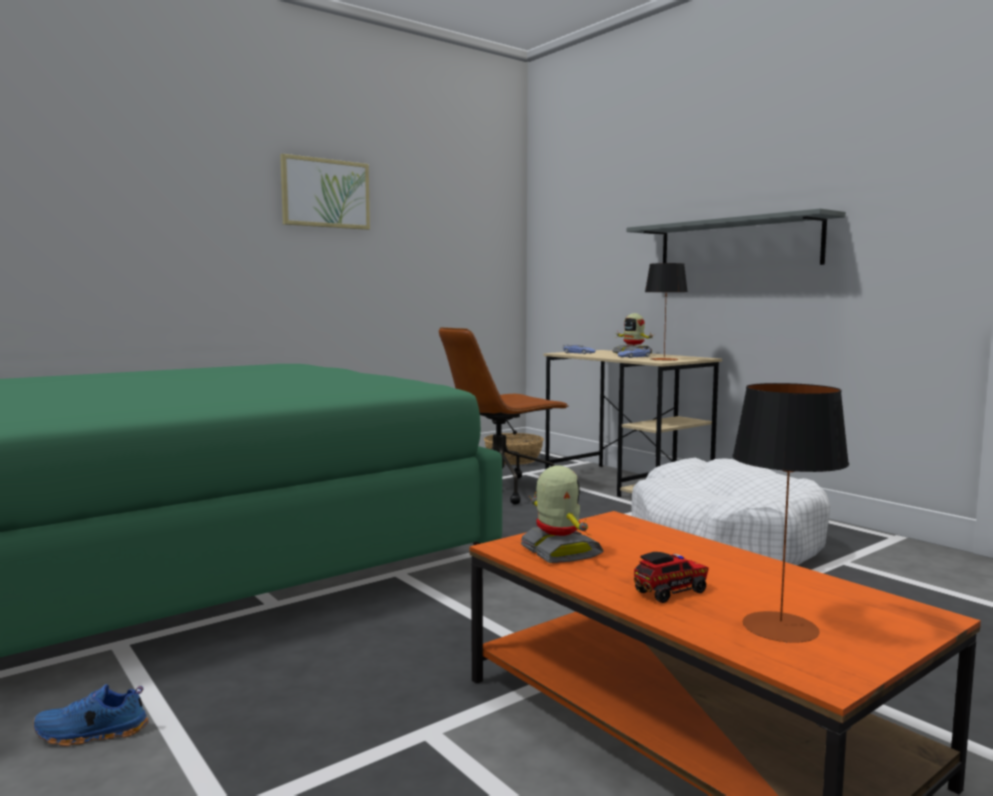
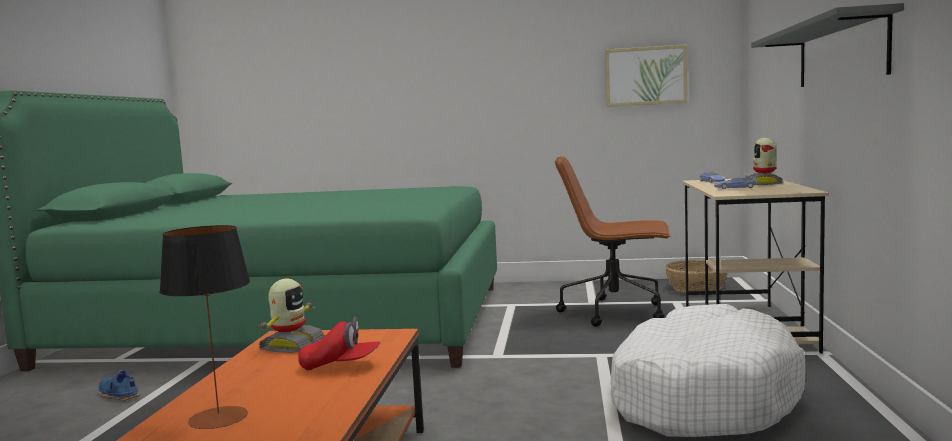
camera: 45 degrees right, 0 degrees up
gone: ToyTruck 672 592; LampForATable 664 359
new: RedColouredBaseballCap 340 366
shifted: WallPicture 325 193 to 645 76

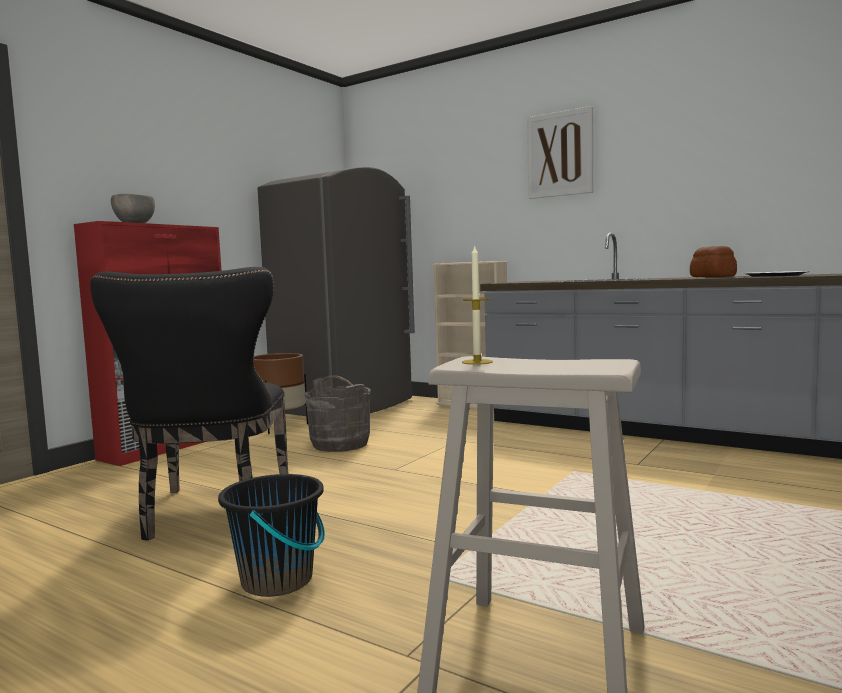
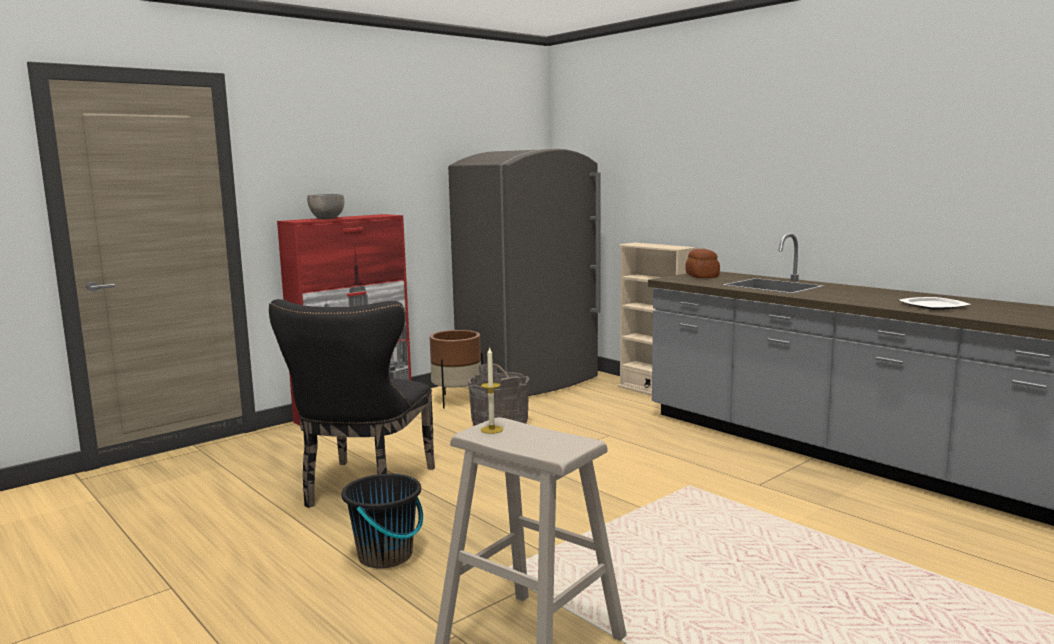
camera: 15 degrees right, 5 degrees up
gone: WallPicture 560 154
shifted: BakedBread 713 277 to 702 276

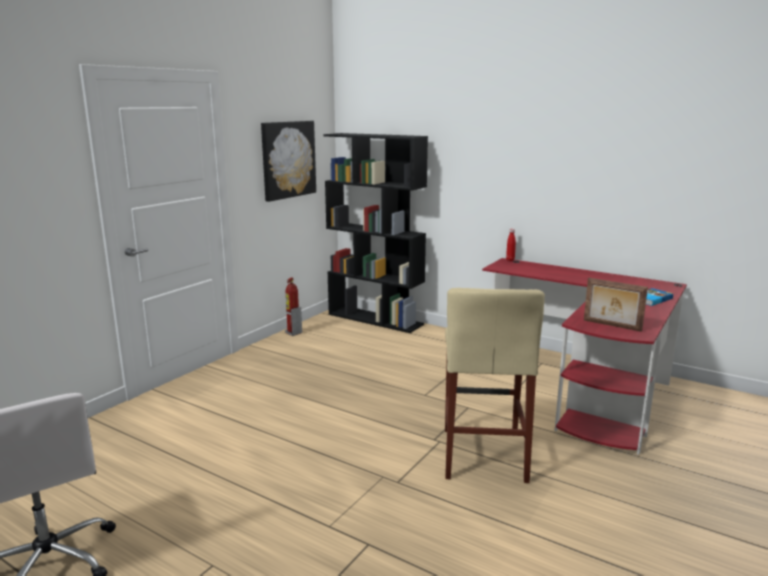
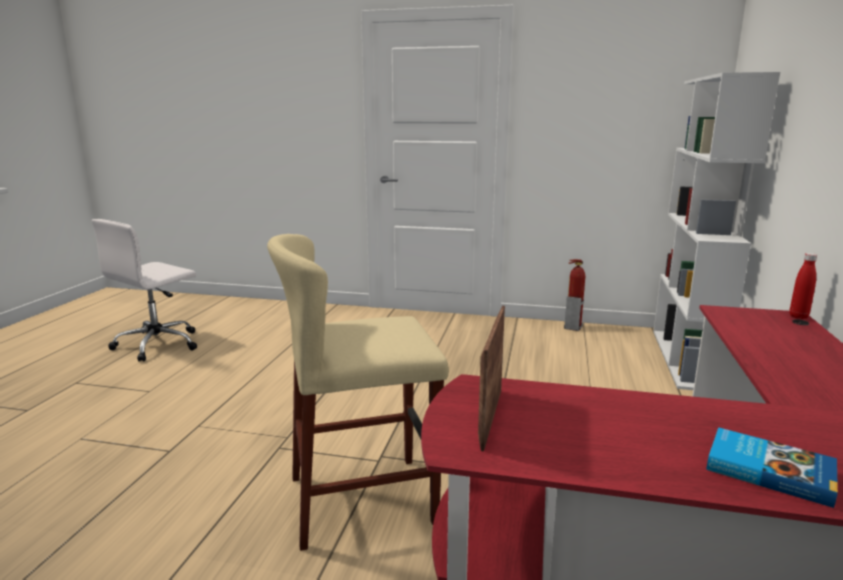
camera: 70 degrees right, 0 degrees up
gone: WallPicture 288 159
repainted: BlackBookcase 376 319 to WhiteColouredBookcase 686 359

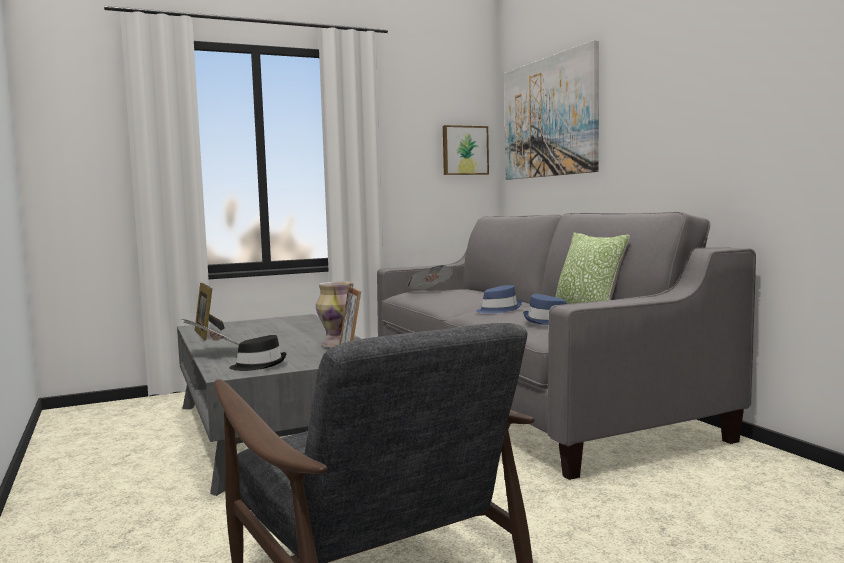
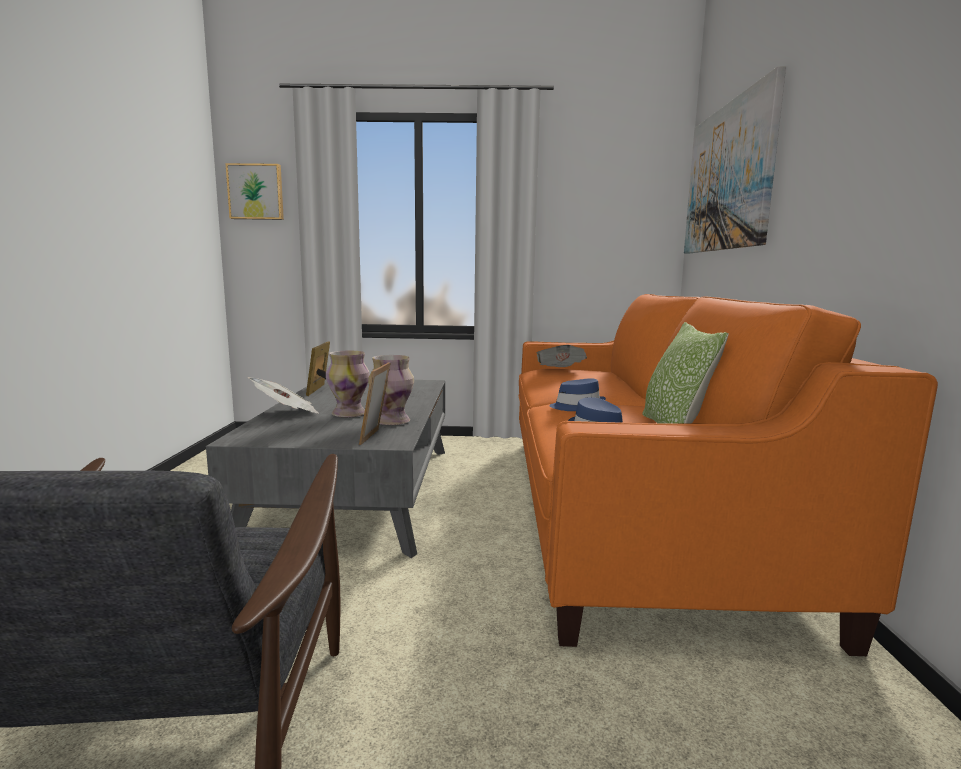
camera: 25 degrees right, 5 degrees up
gone: BlackHat 259 365
new: FlowerVase 349 414
shifted: WallPicture 464 150 to 256 192
repainted: GrayCouch 527 400 to OrangeCouch 629 509

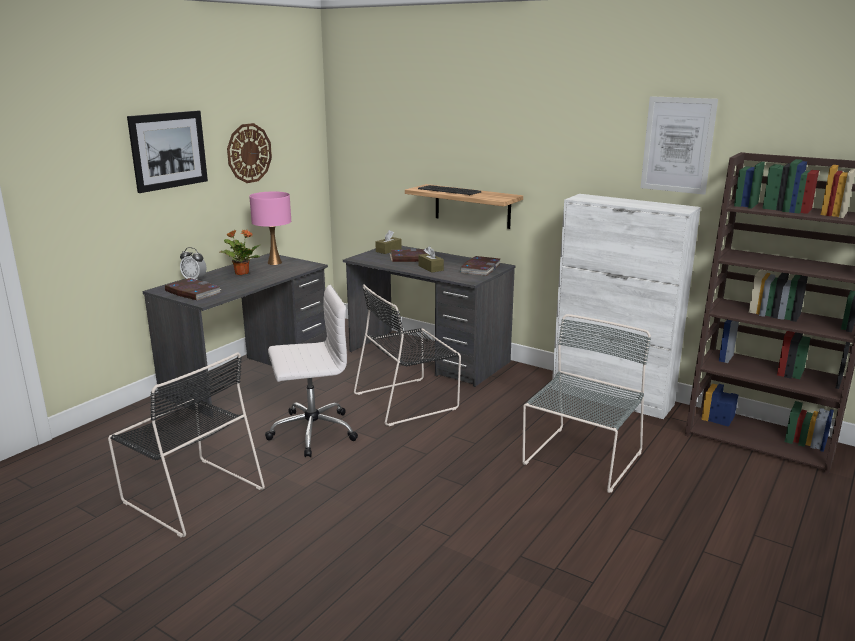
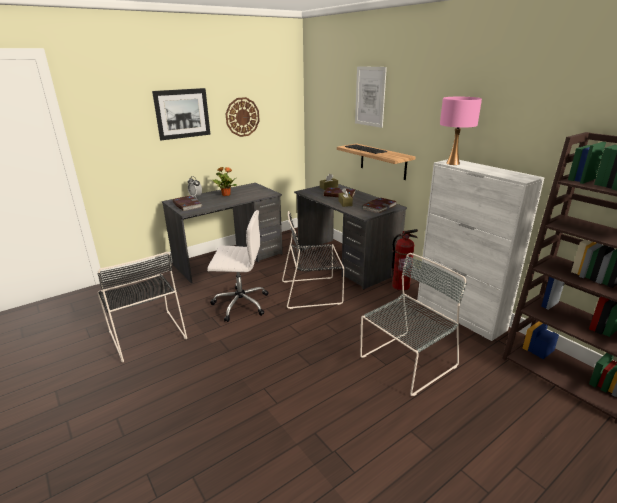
camera: 20 degrees right, 5 degrees up
new: FireFightingCylinder 400 286
shifted: PinkLampForATable 274 263 to 452 163; WallPicture 677 145 to 370 96

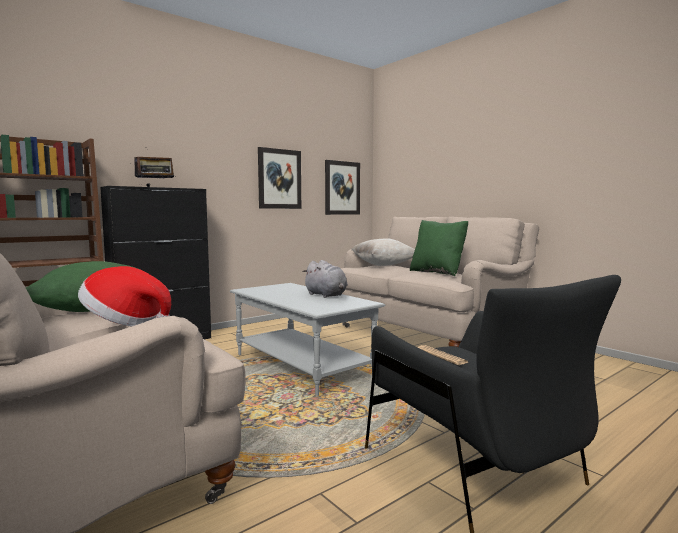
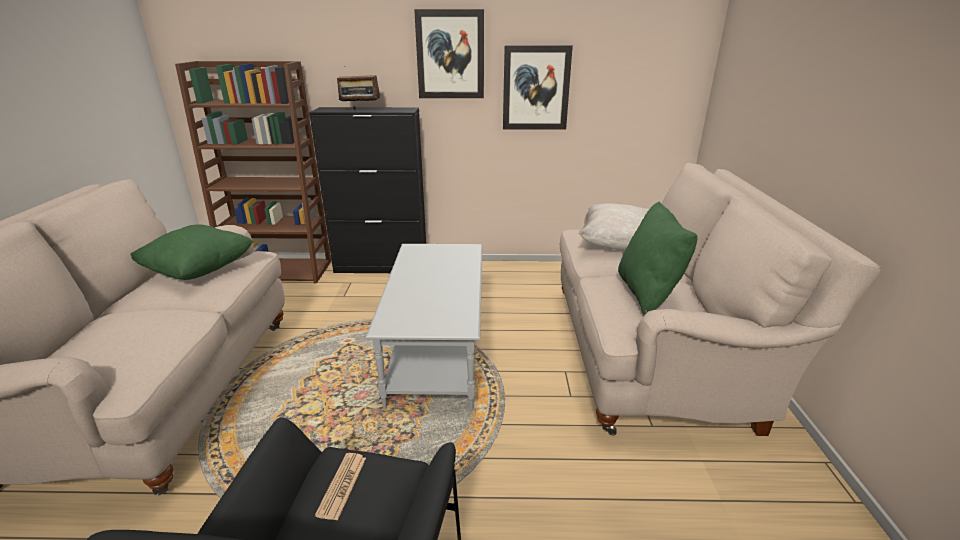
camera: 40 degrees right, 20 degrees up
gone: Hat 125 323; GrayCuddlyToy 326 295
shifted: WallPicture 342 188 to 450 55

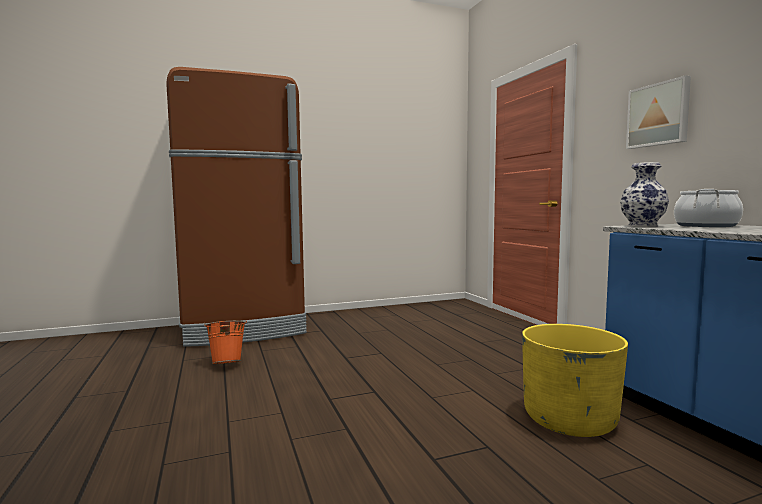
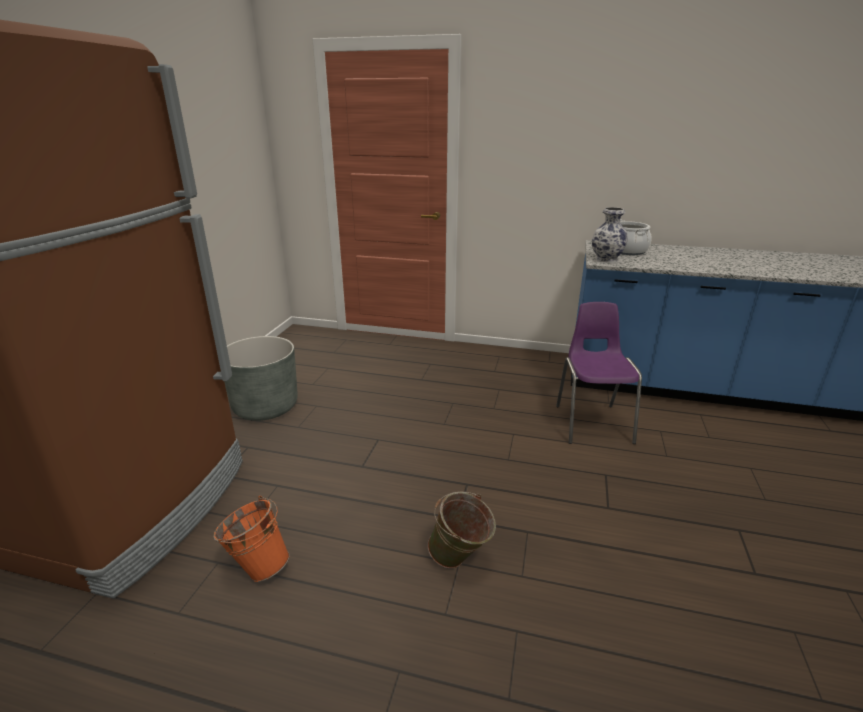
camera: 55 degrees left, 20 degrees up
gone: WallPicture 658 115
new: GrayFlowerPot 265 407; GreenishBucket 460 560
swapped: YellowishFlowerPot 569 419 to PurpleUprightChair 592 423

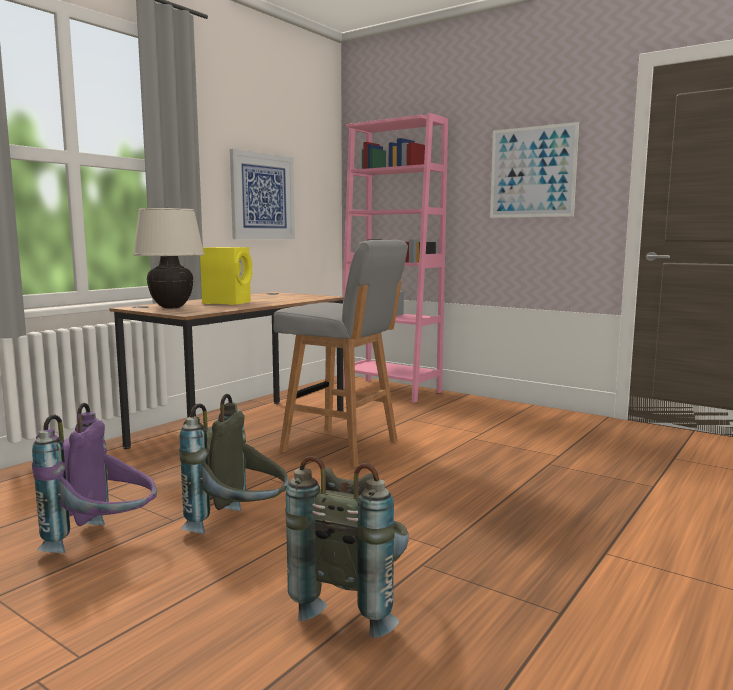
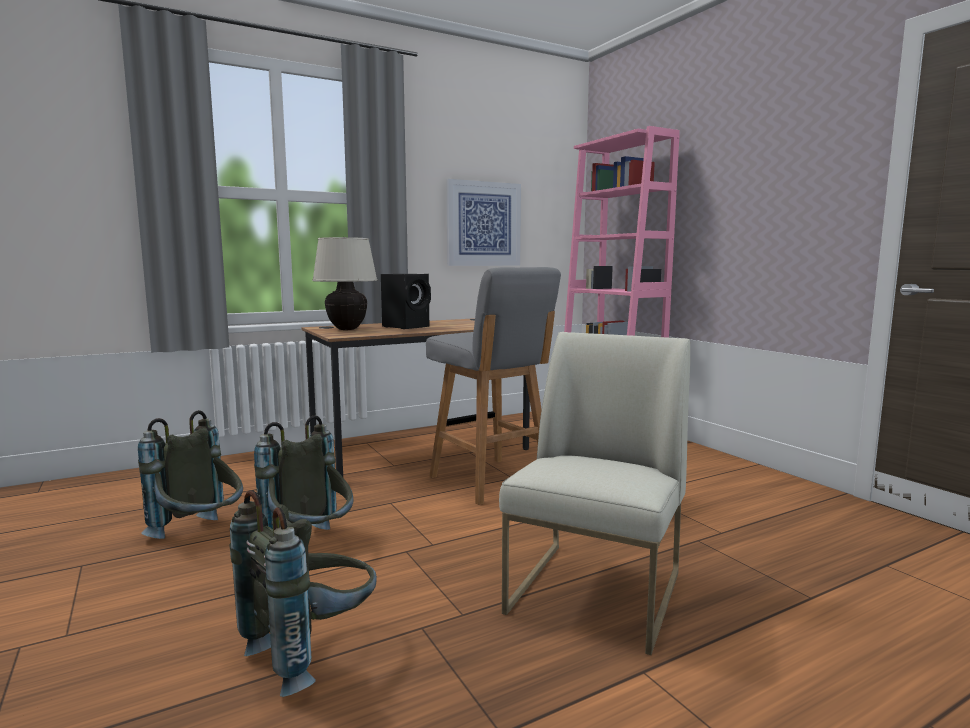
camera: 25 degrees right, 0 degrees up
gone: WallPicture 532 172
new: WhiteColouredUprightChair 596 593
repainted: PurpleBackpack 105 542 to GrayBackpack 201 536; YellowishSpeaker 228 302 to BlackSpeaker 407 326

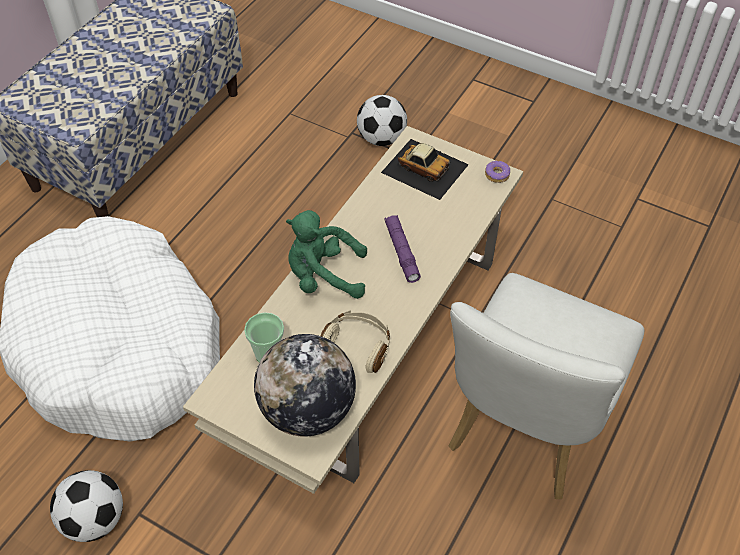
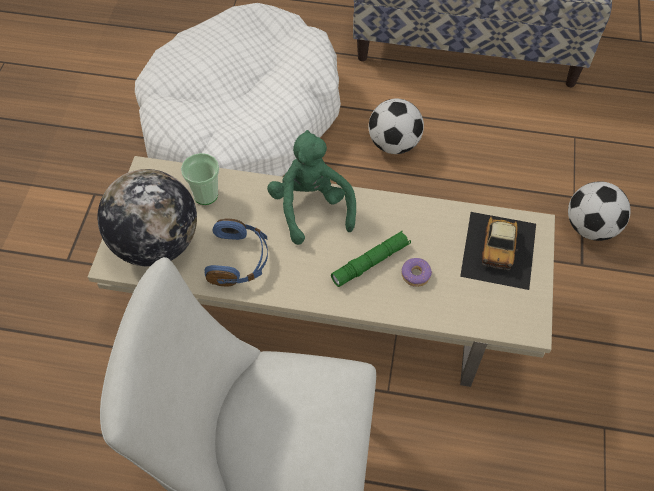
camera: 70 degrees right, 5 degrees up
shifted: BallForFootball 95 519 to 394 144; Donut 497 175 to 416 275
repainted: BeigeHeadphones 357 346 to BluishHeadphones 239 260; PurpleHandTorch 401 252 to GreenishHandTorch 370 262

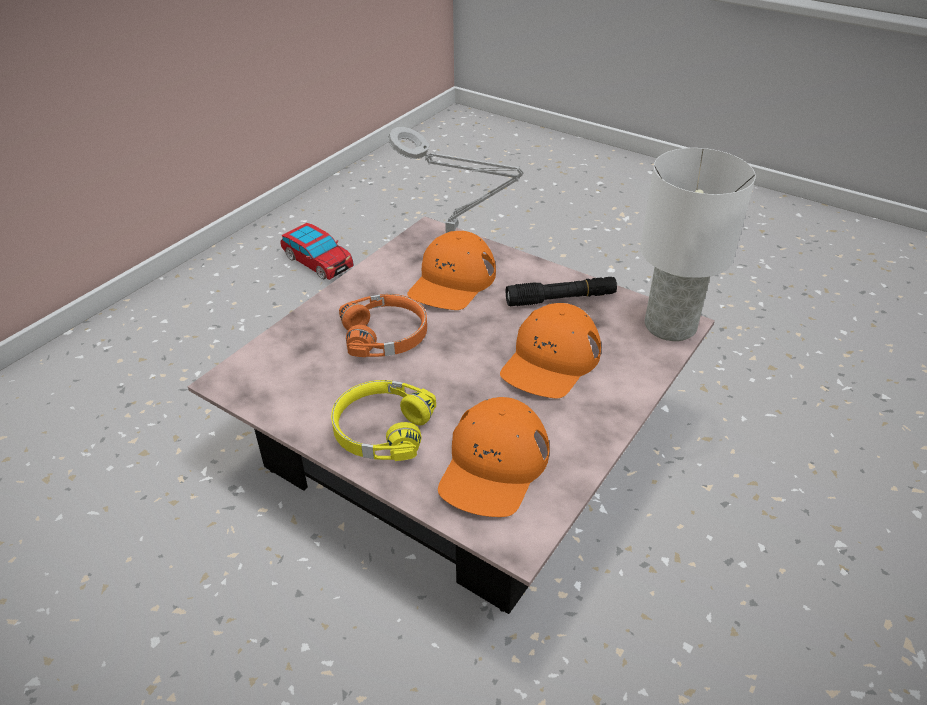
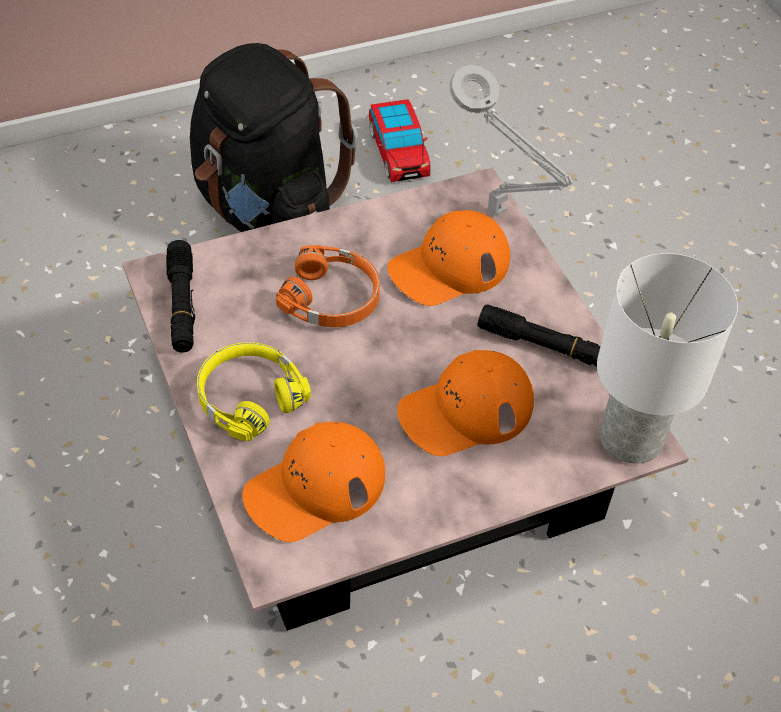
camera: 30 degrees right, 10 degrees up
new: BlackHandTorch 182 304; BlackBackpack 266 210

